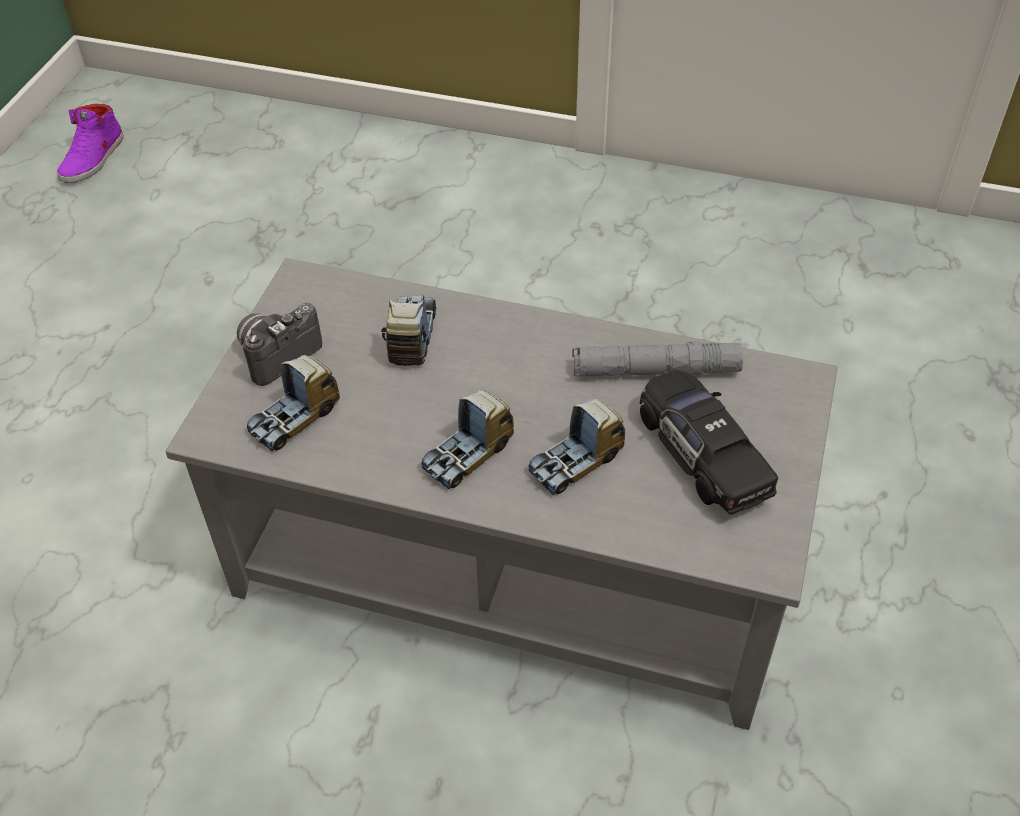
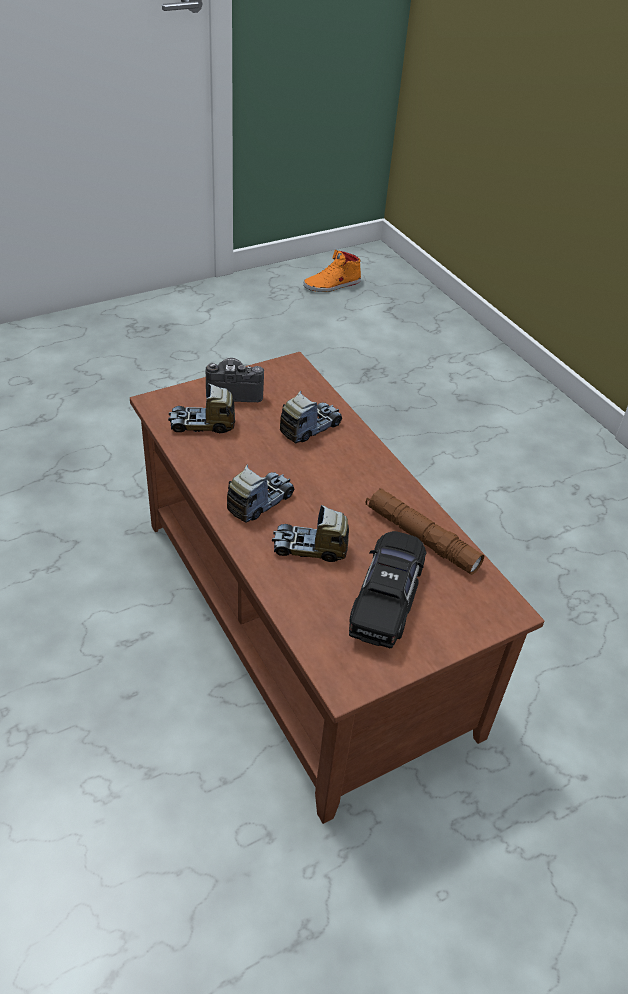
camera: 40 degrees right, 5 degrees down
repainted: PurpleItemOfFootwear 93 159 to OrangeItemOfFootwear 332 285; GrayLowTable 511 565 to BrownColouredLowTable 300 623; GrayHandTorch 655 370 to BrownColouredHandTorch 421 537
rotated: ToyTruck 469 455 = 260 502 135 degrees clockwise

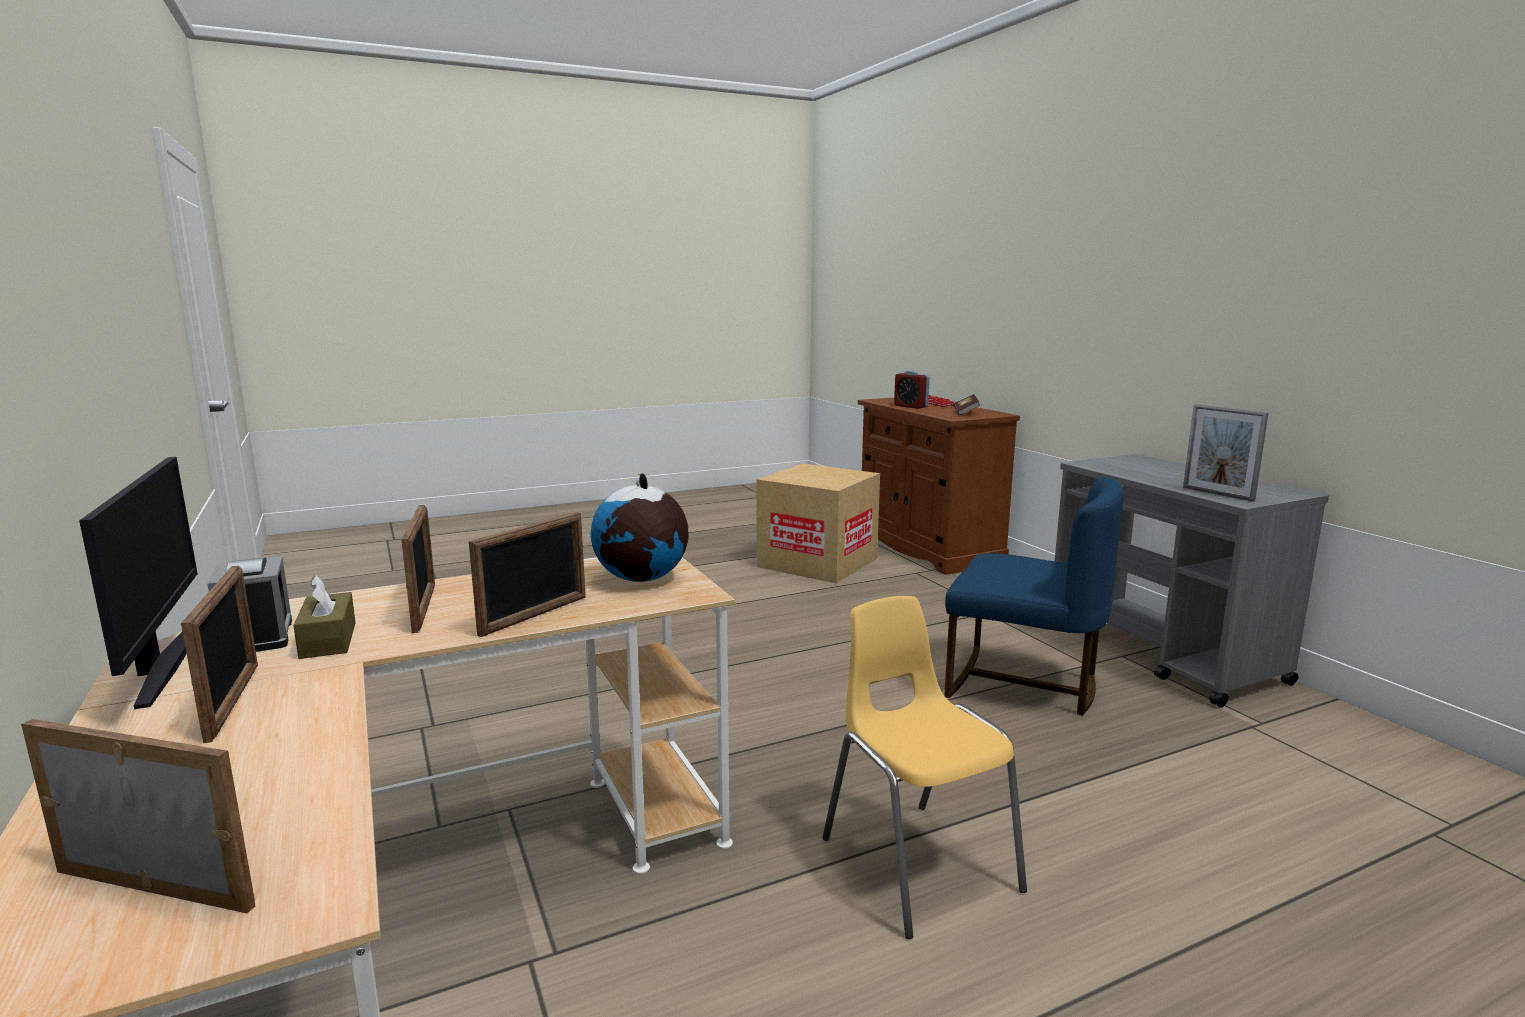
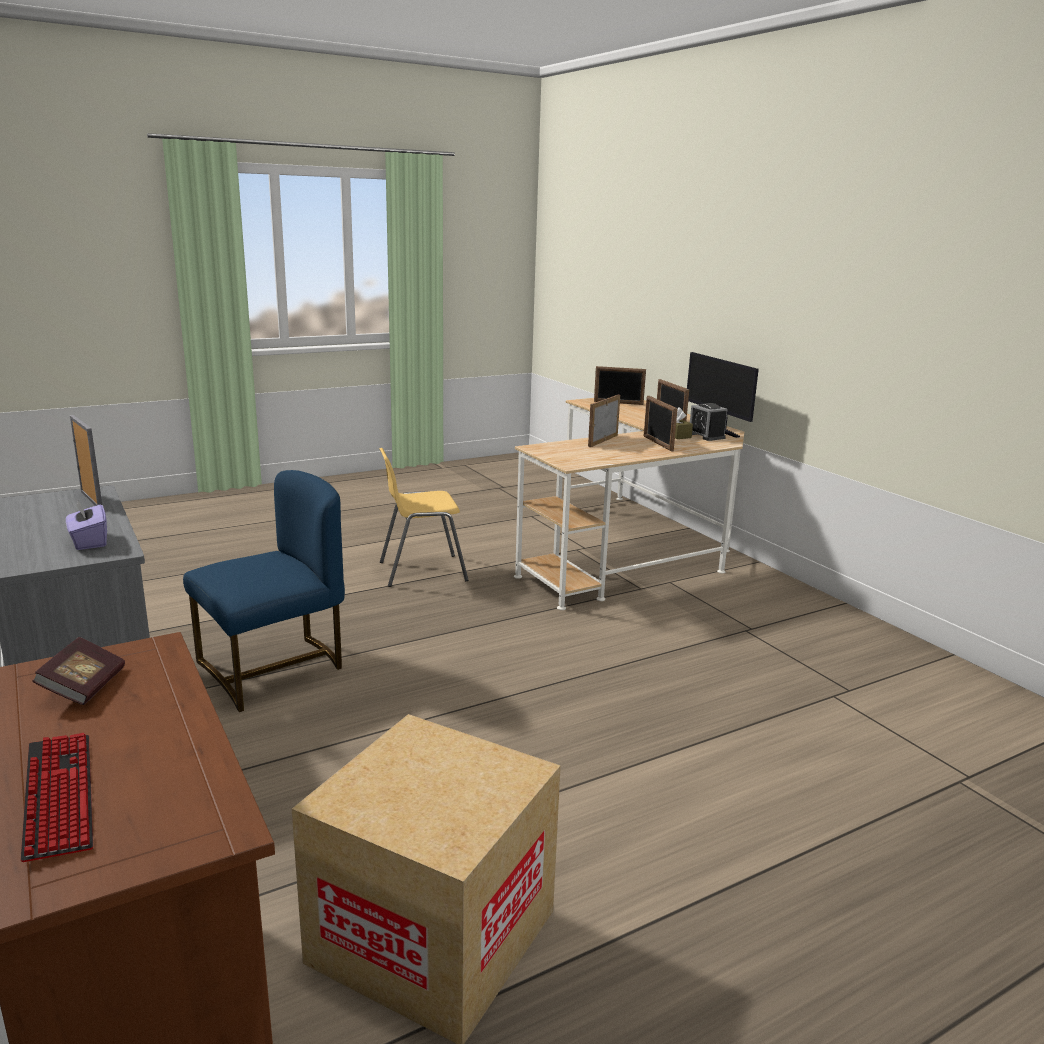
camera: 175 degrees right, 5 degrees up
gone: Globe 641 579; TableClock 910 406
new: PurpleTissueBox 89 541
rotated: YellowishUprightChair 917 863 = 421 571 105 degrees clockwise; BluishUprightChair 1023 684 = 274 669 120 degrees clockwise

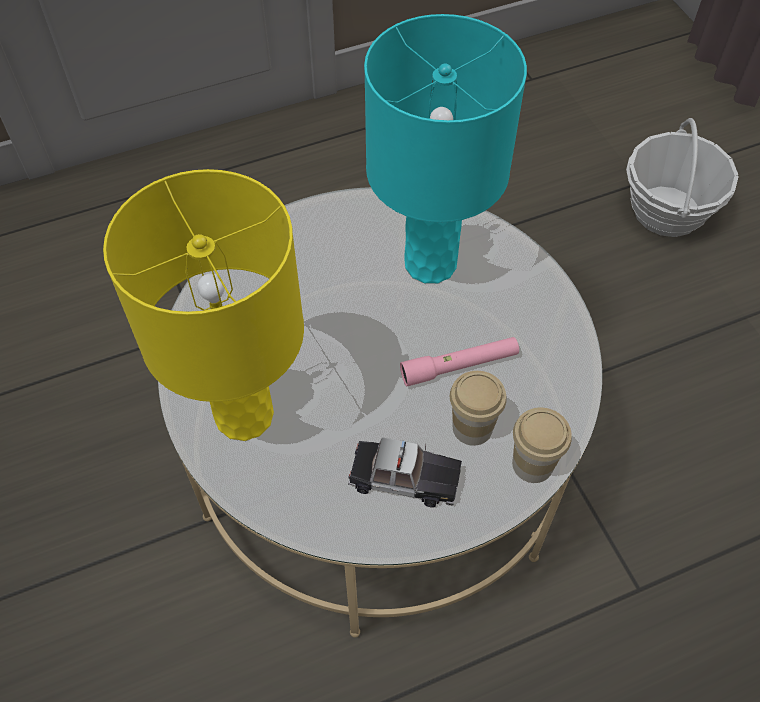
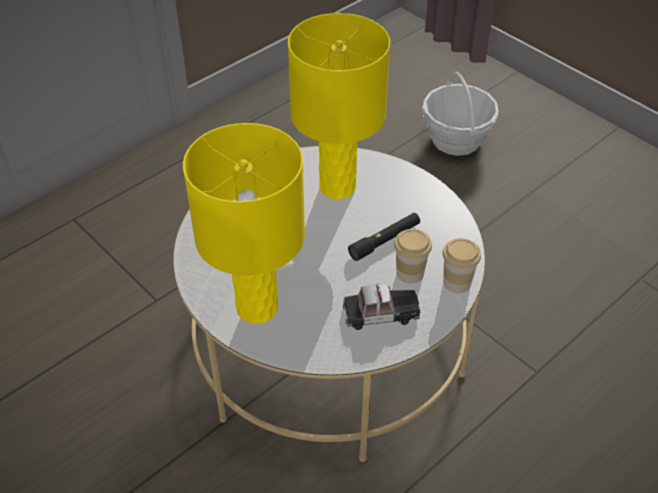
camera: 20 degrees left, 10 degrees down
repainted: BlueGreenLampForATable 431 264 to YellowishLampForATable 338 187; PinkHandTorch 459 366 to BlackHandTorch 385 241

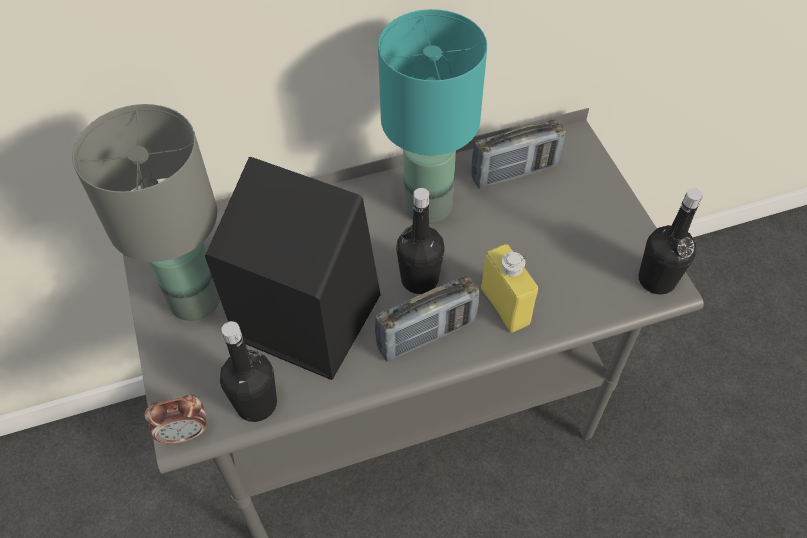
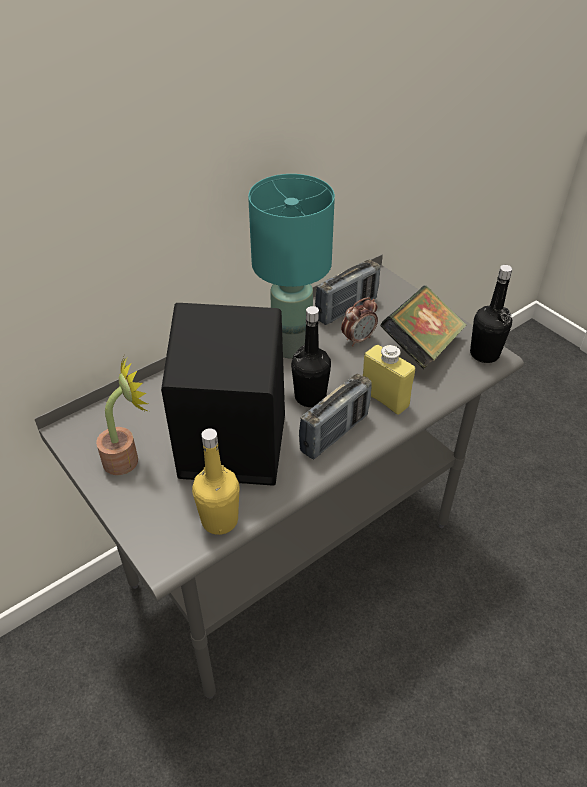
camera: 20 degrees left, 10 degrees down
new: Book 421 347
shifted: TableClock 185 433 to 358 339
swapped: GrayLampForATable 194 299 to PlantInAPot 128 458
repainted: BlackBeverageBottle 256 404 to YellowishBeverageBottle 219 520

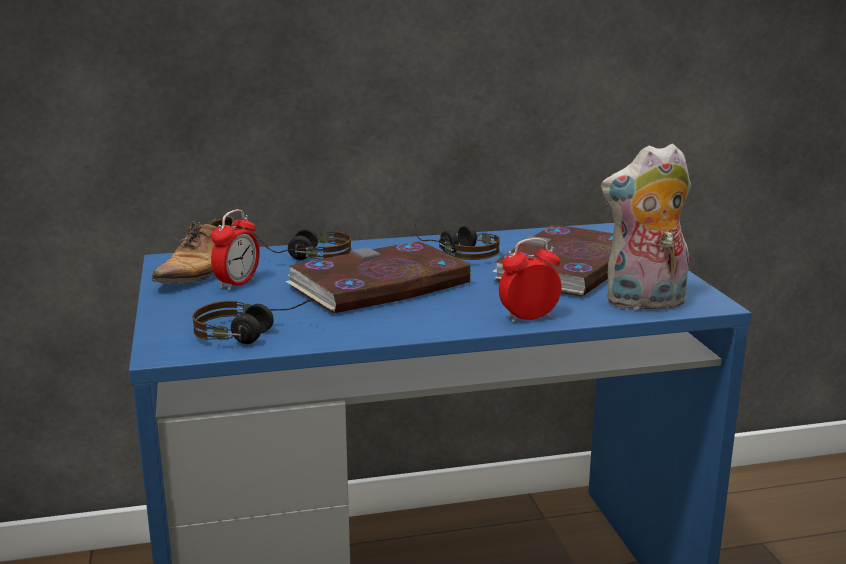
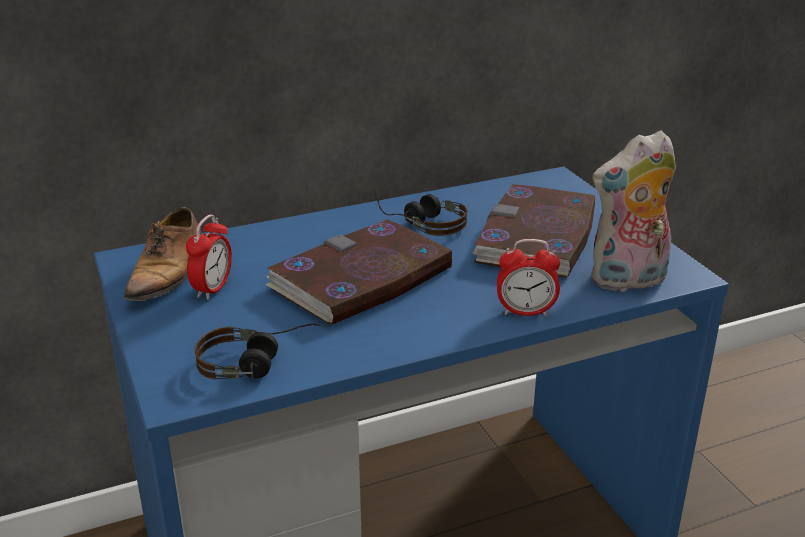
camera: 10 degrees left, 10 degrees up
gone: Headphones 304 257
rotated: TableClock 529 318 = 525 312 150 degrees counterclockwise

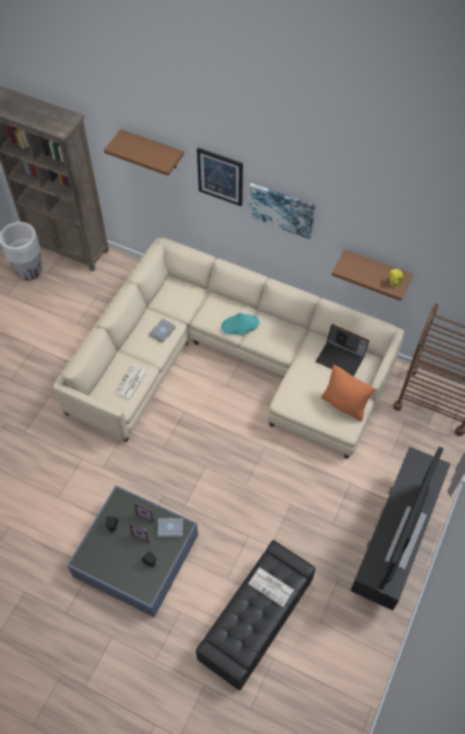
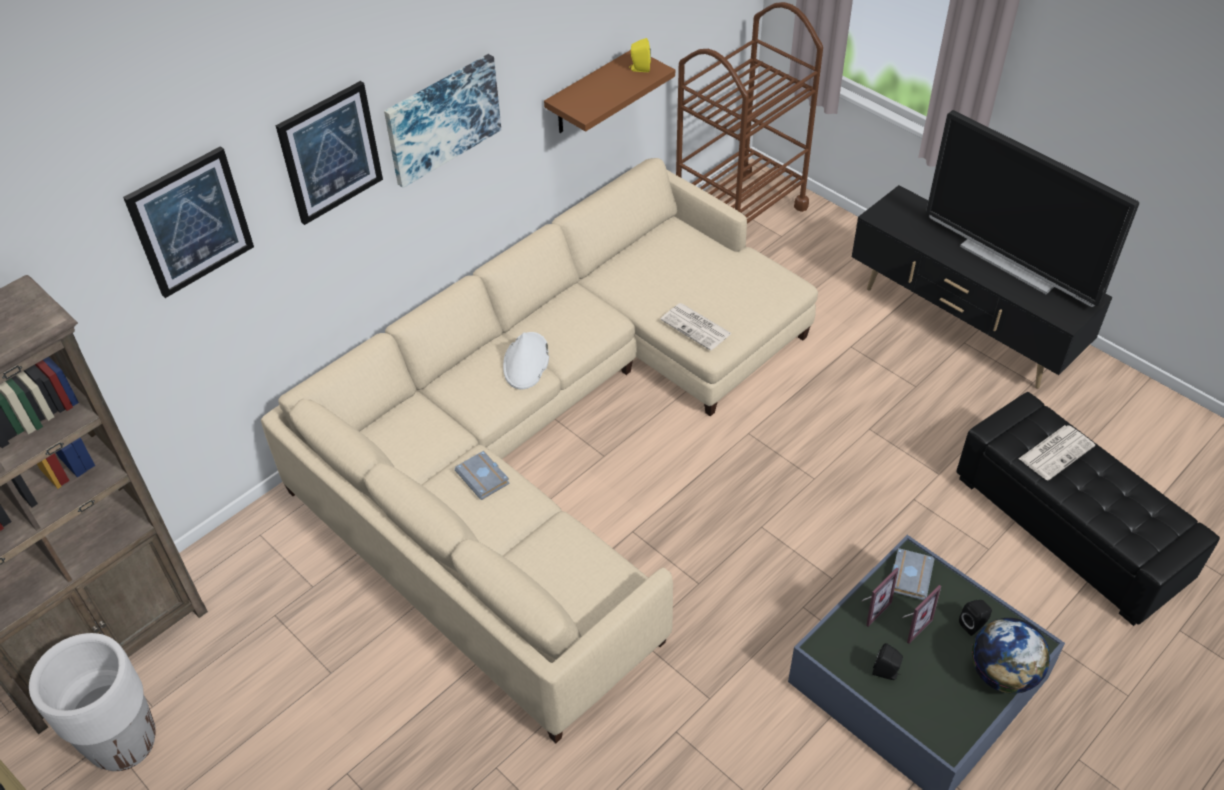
camera: 70 degrees left, 10 degrees down
gone: Laptop 341 358; OrangePillow 344 405
new: Globe 1002 674
shifted: Newspaper 131 382 to 697 327
swapped: BrownColouredShelf 152 150 to WallPicture 190 222
repainted: BlueGreenHat 240 325 to WhiteColouredHat 526 362

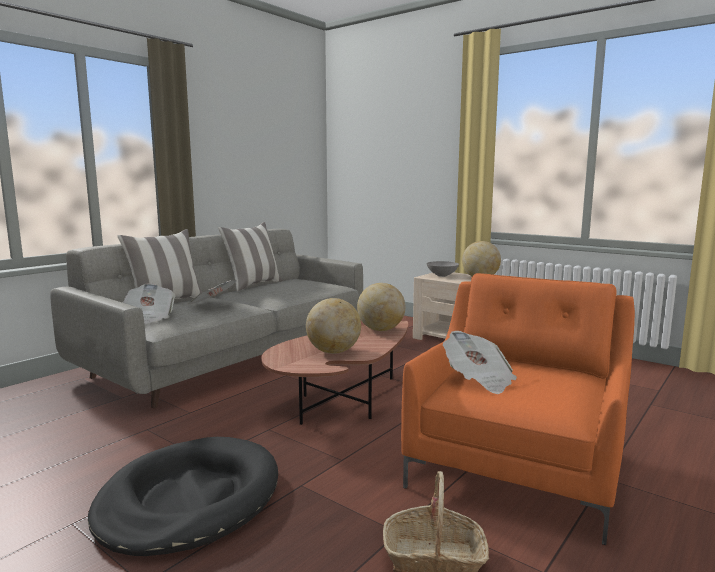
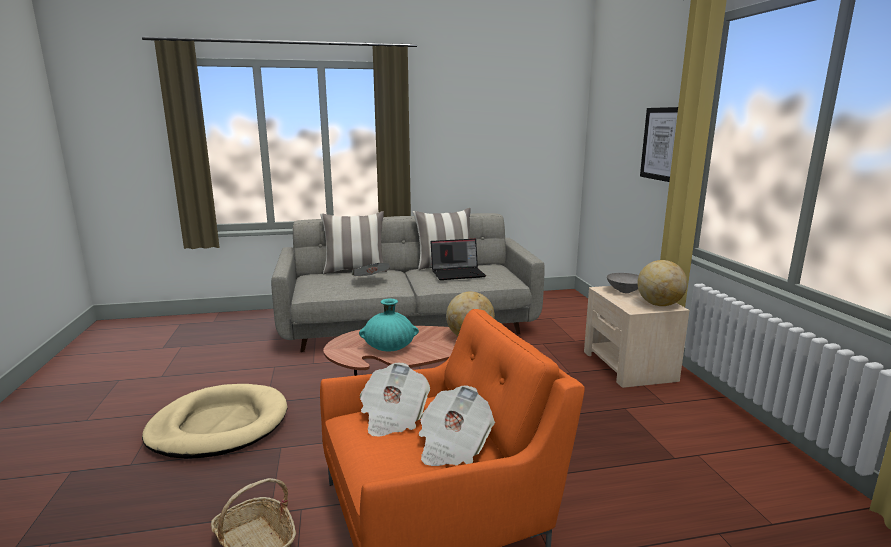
camera: 40 degrees right, 5 degrees up
new: Laptop 458 273; WallPicture 662 144
shifted: Newspaper 149 318 to 453 445
swapped: Globe 333 352 to BlueGreenFlowerVase 389 348
repainted: BlackPetBed 189 499 to BeigePetBed 219 425

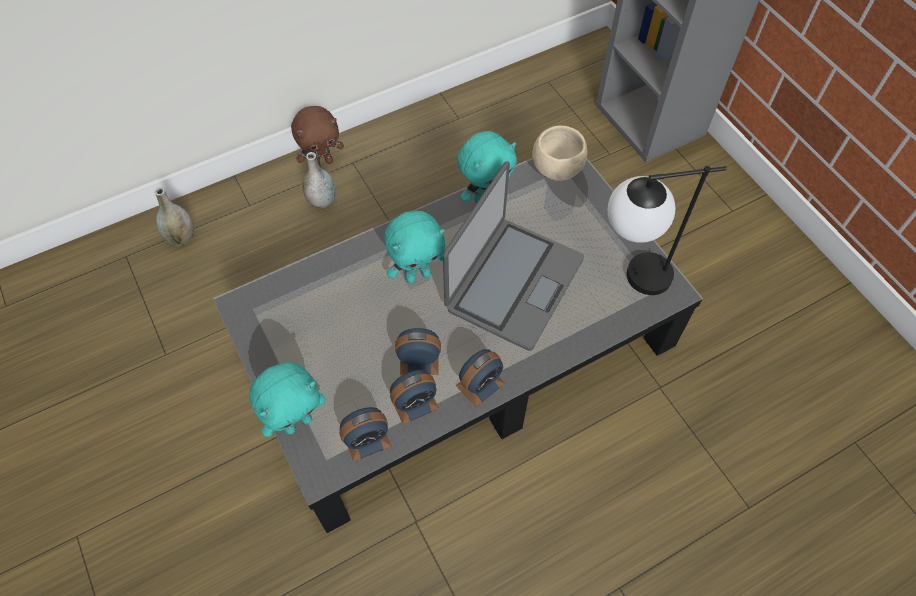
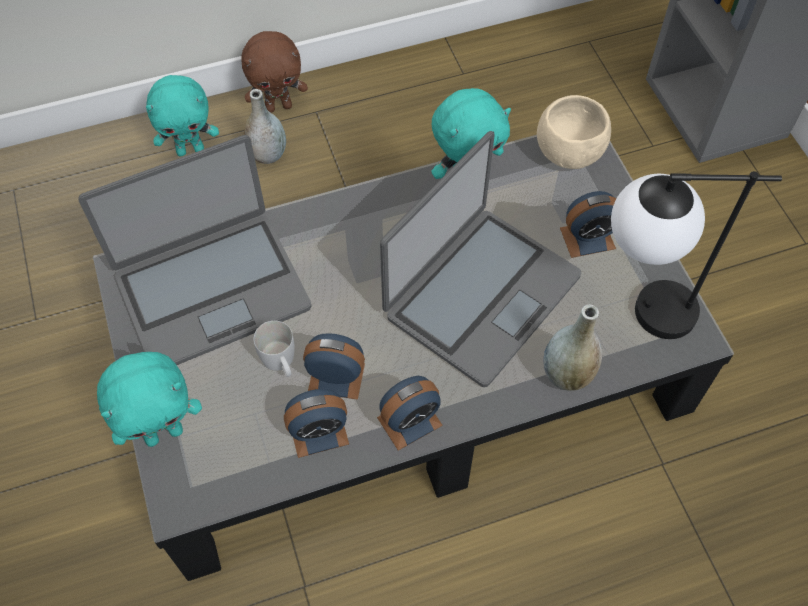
camera: 10 degrees right, 0 degrees up
new: Laptop 212 290; WhiteColouredMug 280 362
shifted: GrayFlowerVase 181 237 to 567 374; TableClock 367 440 to 587 238; BlueGreenCuddlyToy 418 275 to 190 150

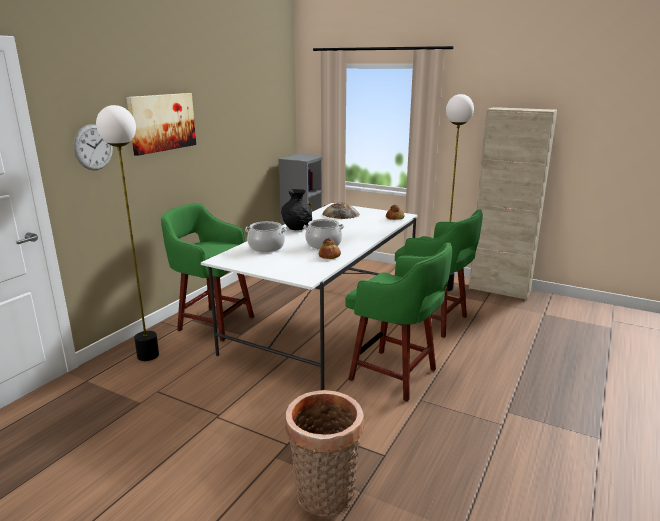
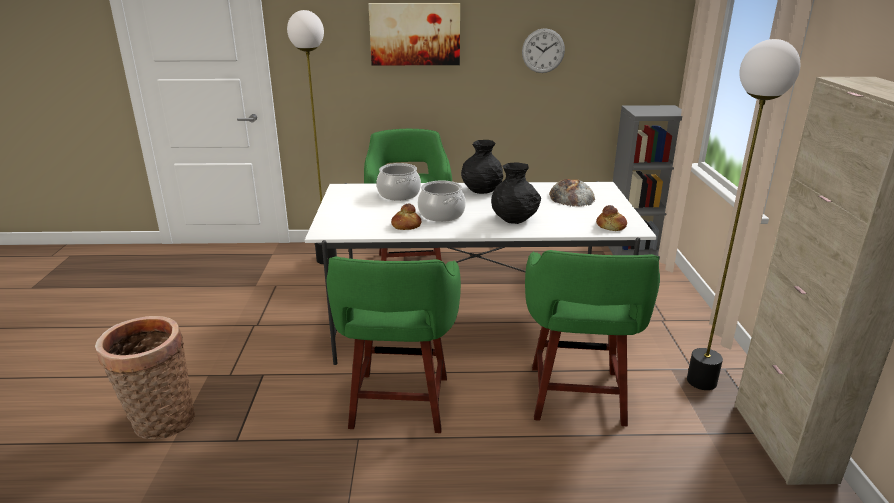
camera: 60 degrees right, 5 degrees up
new: BlackFlowerVase 515 219
shifted: WallClock 93 147 to 543 51

